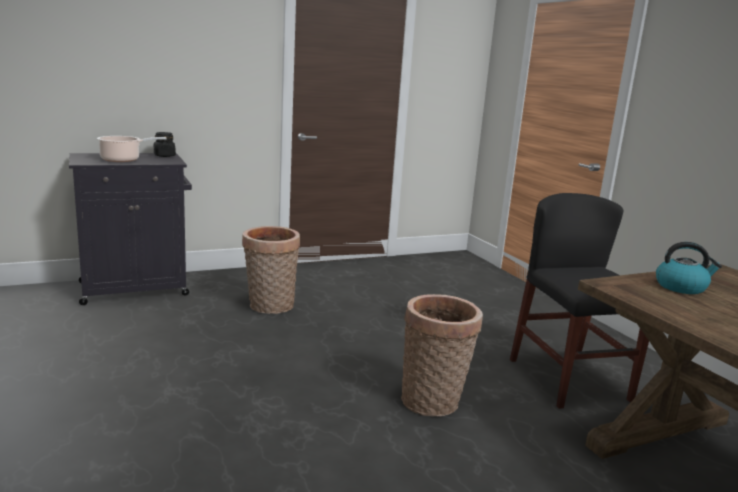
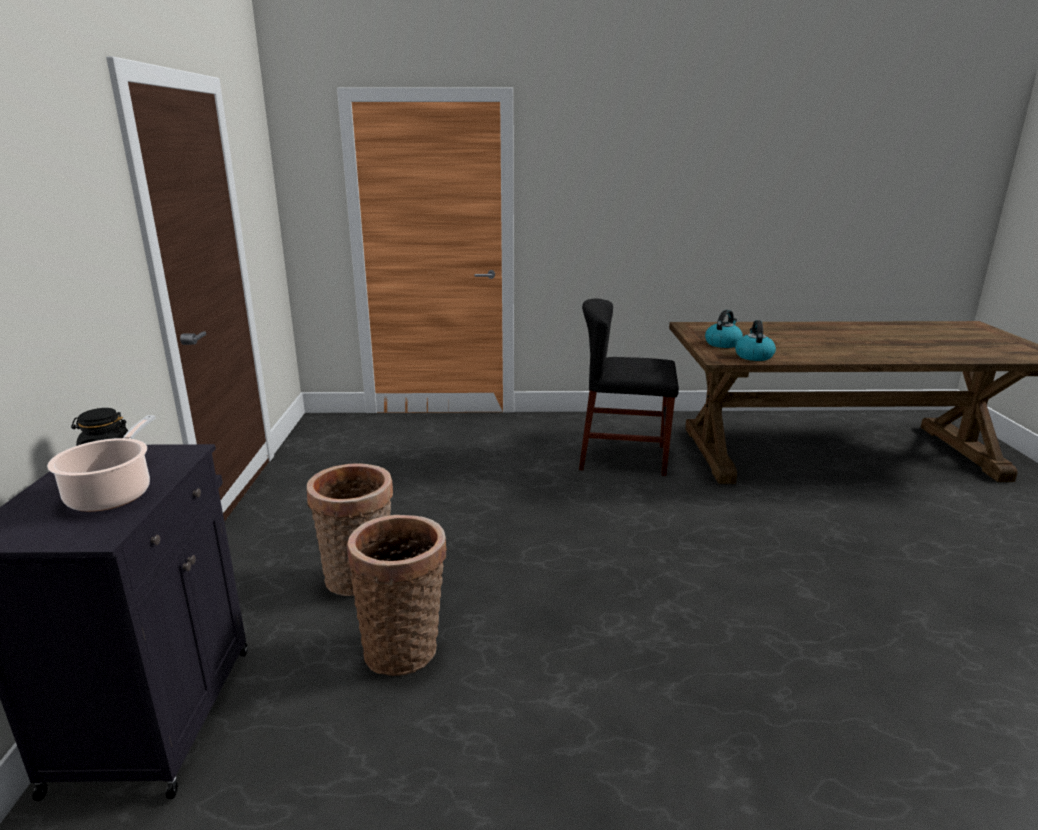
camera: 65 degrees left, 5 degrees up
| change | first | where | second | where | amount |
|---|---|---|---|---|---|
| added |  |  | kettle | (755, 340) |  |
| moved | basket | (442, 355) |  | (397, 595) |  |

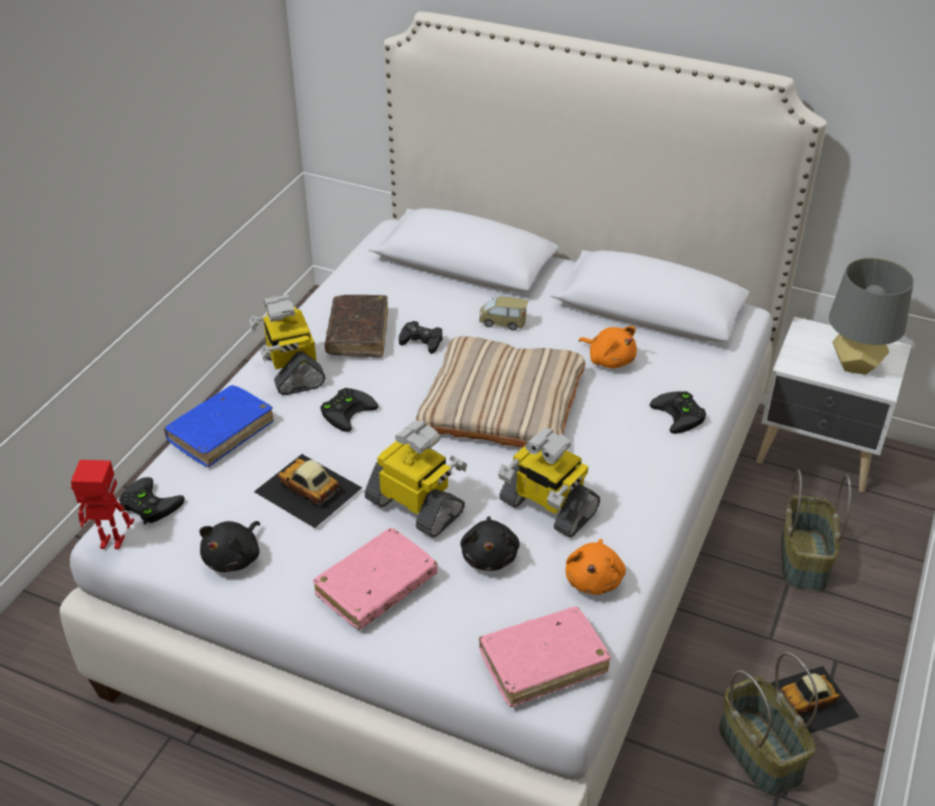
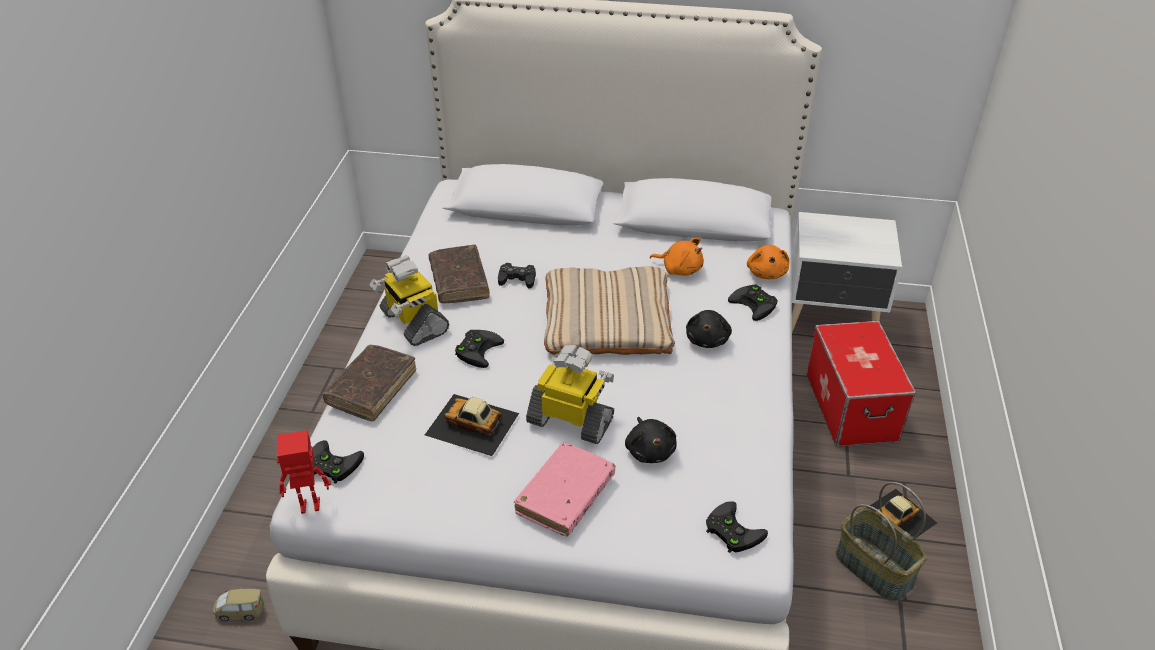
camera: 15 degrees left, 0 degrees up
| change | first | where | second | where | amount |
|---|---|---|---|---|---|
| removed | toy robot | (549, 483) |  |  |  |
| removed | table lamp in grey | (871, 316) |  |  |  |
| moved | plush toy in black | (229, 546) |  | (709, 329) |  |
| moved | toy car | (503, 314) |  | (238, 605) |  |
| moved | plush toy in orange | (596, 567) |  | (768, 262) |  |
| replaced | book in pink | (545, 656) | game controller in black | (737, 527) |  |
| replaced | basket | (816, 530) | storage box | (861, 384) |  |
| recoloured | book in blue | (218, 426) | book in brown | (369, 383) |  |

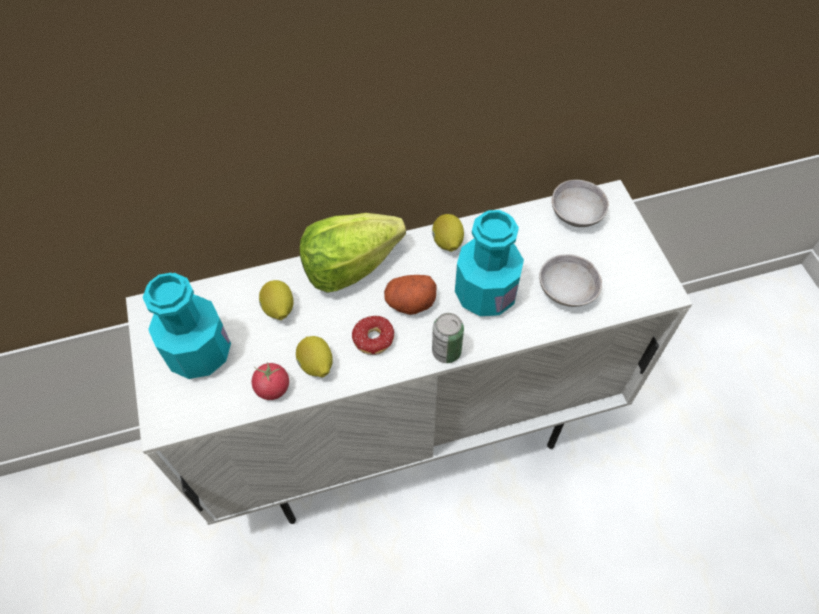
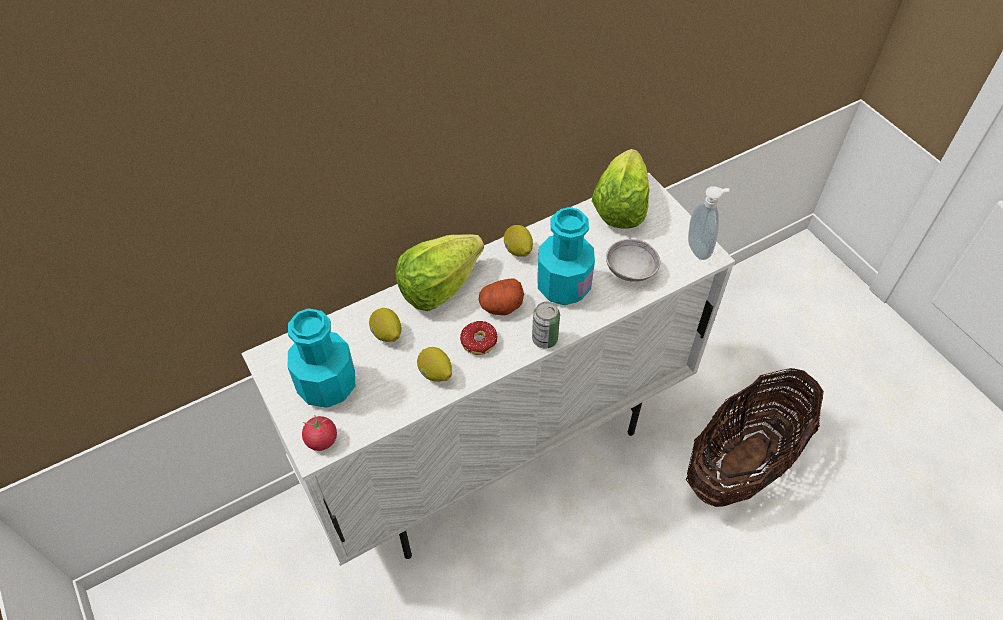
camera: 15 degrees left, 5 degrees down
| change | first | where | second | where | amount |
|---|---|---|---|---|---|
| added |  |  | basket | (755, 437) |  |
| added |  |  | soap dispenser | (709, 223) |  |
| moved | tomato | (270, 381) |  | (319, 433) |  |
| replaced | bowl in grey | (580, 203) | lettuce | (621, 188) |  |

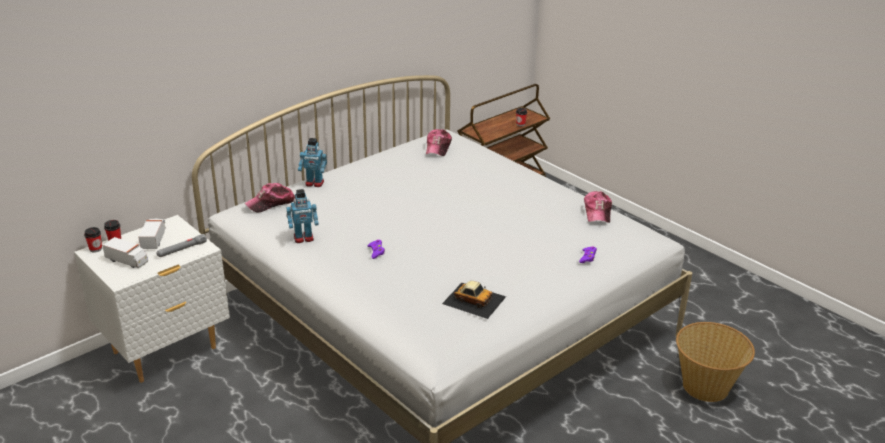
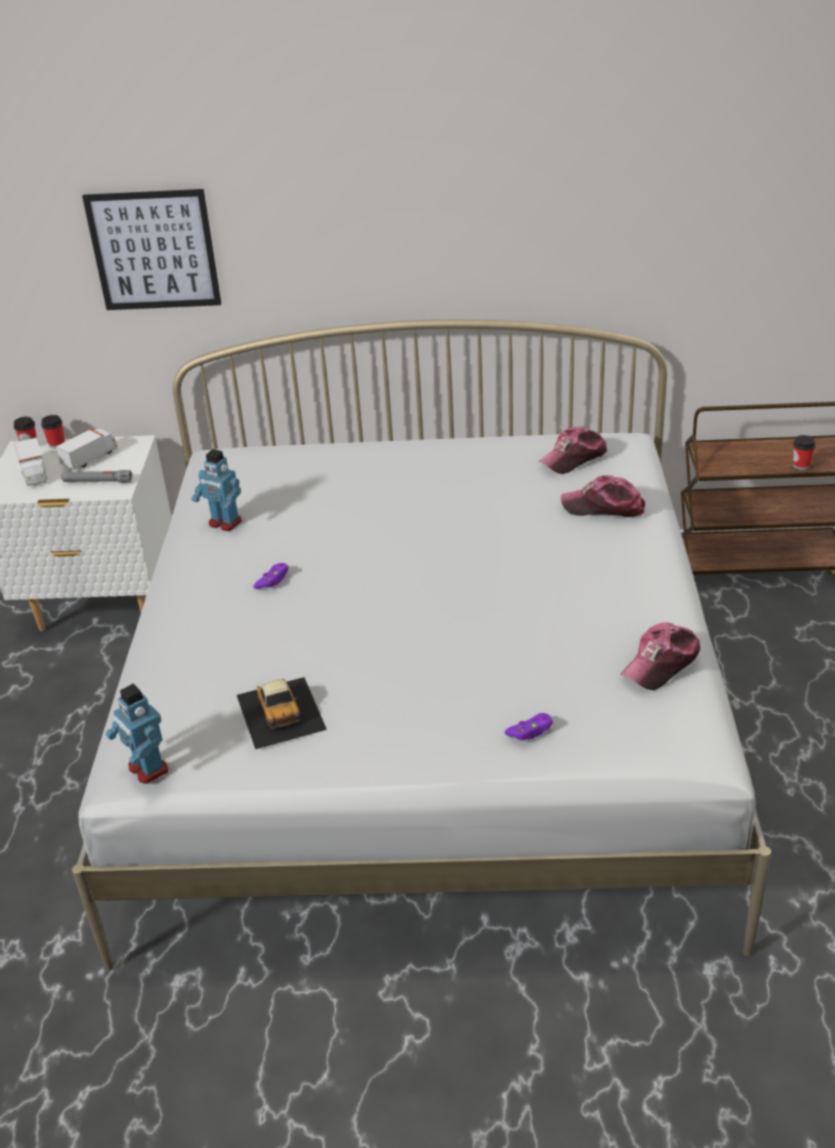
camera: 45 degrees right, 5 degrees up
| change | first | where | second | where | amount |
|---|---|---|---|---|---|
| removed | basket | (715, 362) |  |  |  |
| added |  |  | picture | (151, 249) |  |
| moved | cap | (270, 197) |  | (603, 496) |  |
| moved | toy robot | (312, 162) |  | (137, 734) |  |

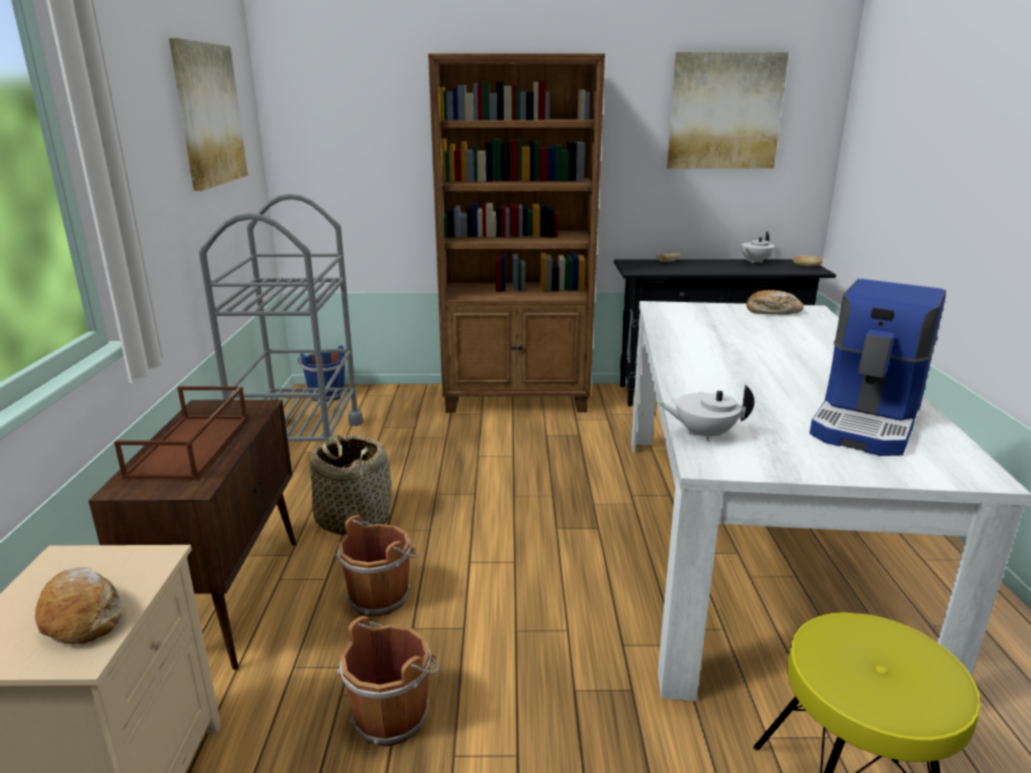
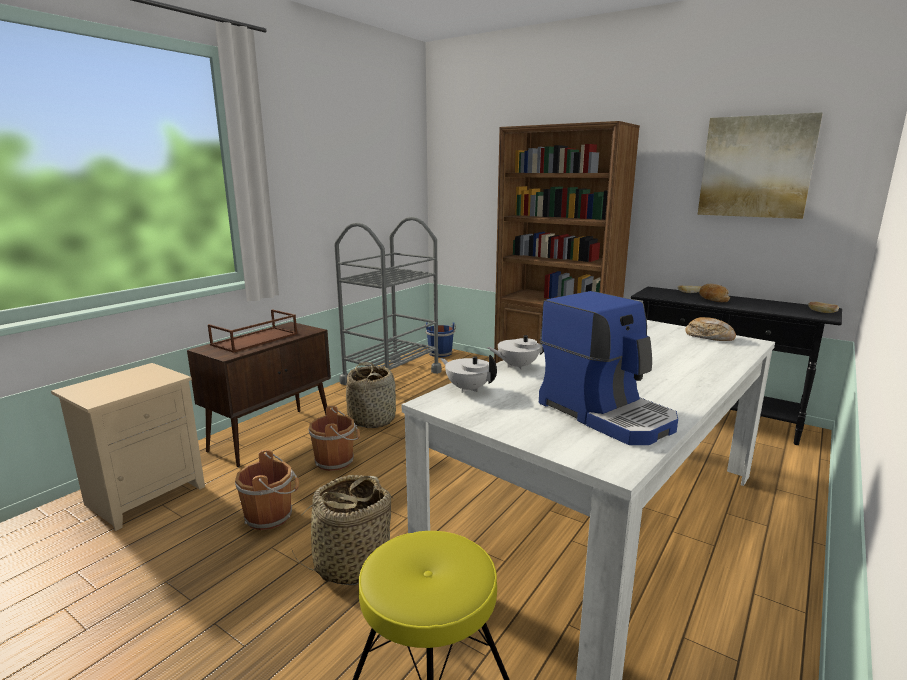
camera: 35 degrees right, 5 degrees down
| change | first | where | second | where | amount |
|---|---|---|---|---|---|
| removed | picture | (208, 114) |  |  |  |
| added |  |  | basket | (345, 530) |  |
| moved | bread | (79, 606) |  | (714, 293) |  |
| moved | teapot in white | (757, 247) |  | (515, 350) |  |
| turned | coffee machine | (878, 367) |  | (608, 368) | 105 degrees counterclockwise |

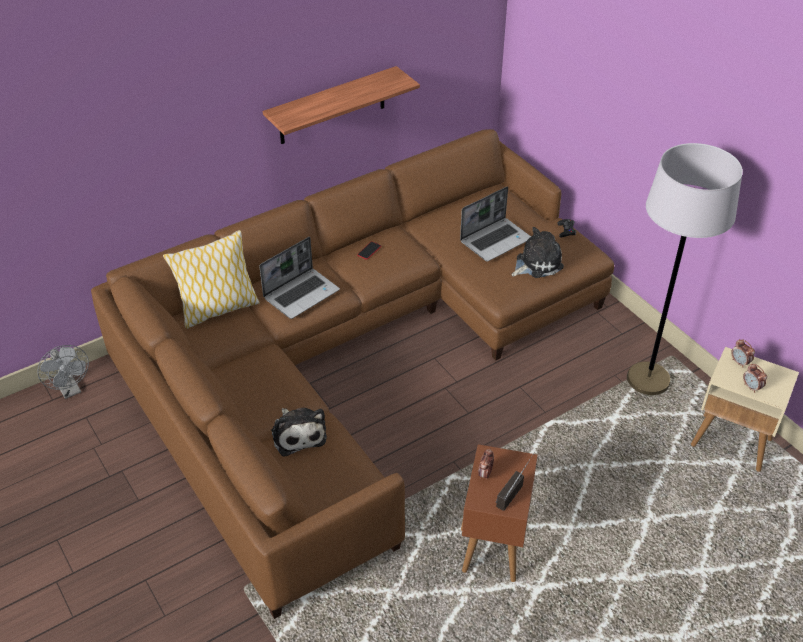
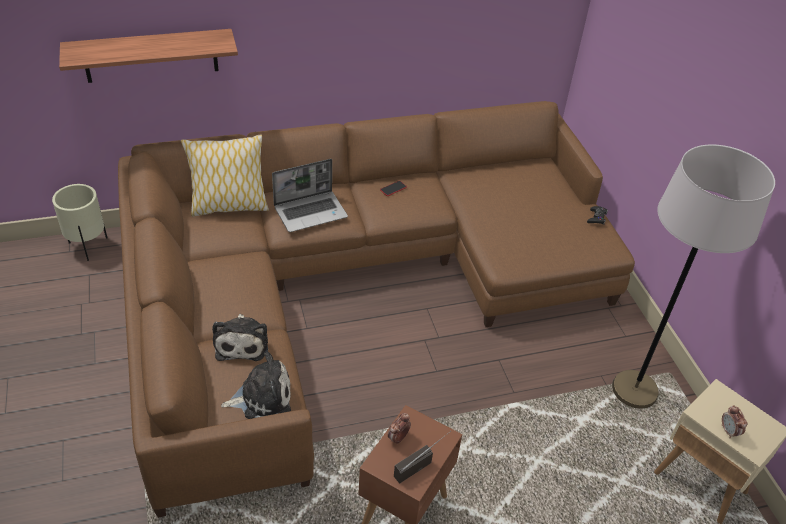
camera: 15 degrees right, 0 degrees up
| change | first | where | second | where | amount |
|---|---|---|---|---|---|
| removed | laptop | (495, 224) |  |  |  |
| removed | alarm clock | (743, 353) |  |  |  |
| moved | shelf | (341, 105) |  | (148, 56) |  |
| moved | plush toy | (537, 252) |  | (256, 385) |  |
| replaced | fan in grey | (63, 372) | planter in beige | (79, 222) |  |

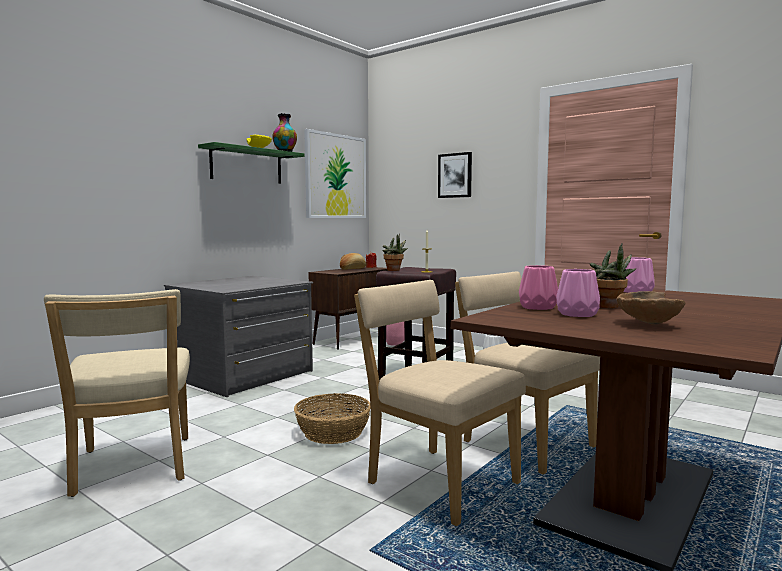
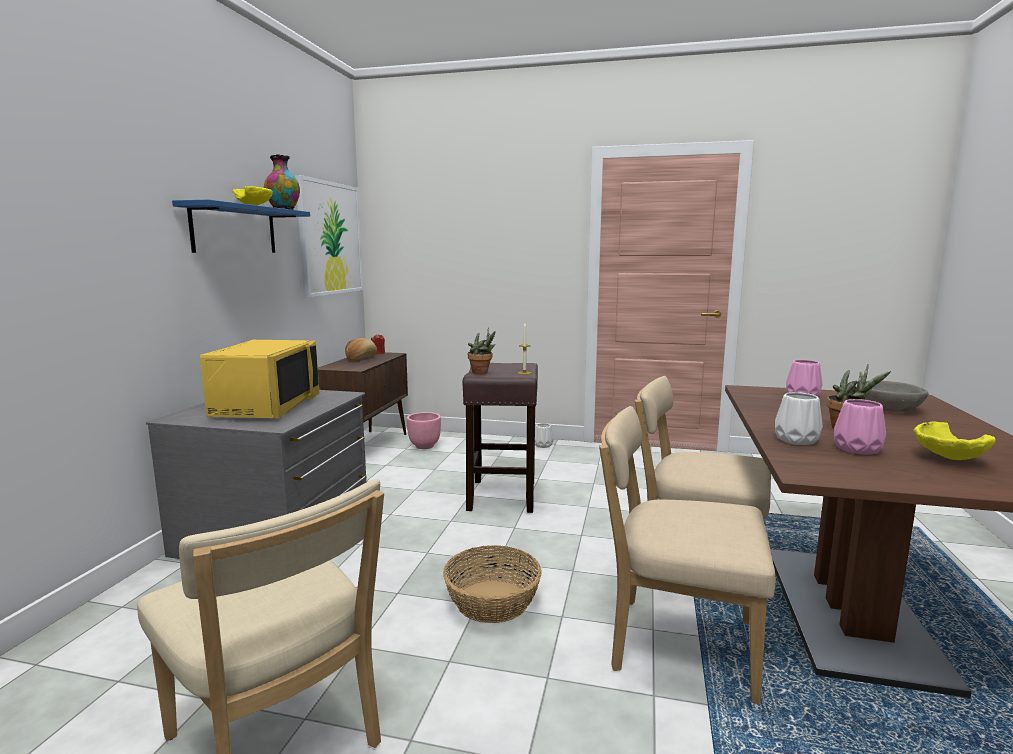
camera: 25 degrees left, 5 degrees up
| change | first | where | second | where | amount |
|---|---|---|---|---|---|
| removed | picture | (455, 175) |  |  |  |
| added |  |  | microwave in yellow | (260, 379) |  |
| added |  |  | bowl in grey | (892, 396) |  |
| recoloured | shelf in green | (251, 163) | shelf in blue | (241, 226) |  |
| recoloured | vase in pink | (538, 287) | vase in white | (799, 418) |  |
| recoloured | bowl in brown | (651, 308) | bowl in yellow | (954, 441) |  |

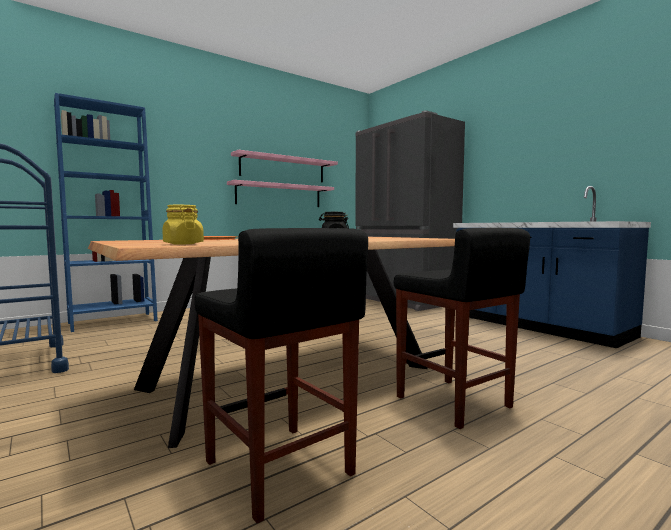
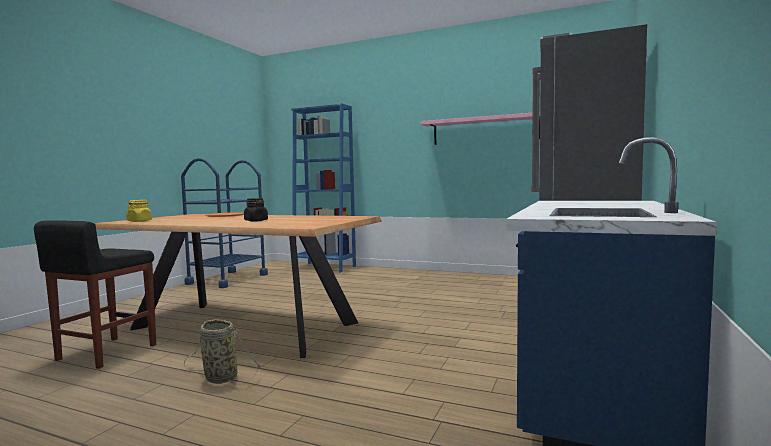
camera: 60 degrees right, 0 degrees up
| change | first | where | second | where | amount |
|---|---|---|---|---|---|
| removed | shelf in pink | (280, 193) |  |  |  |
| replaced | stool in black | (462, 328) | basket | (222, 352) |  |

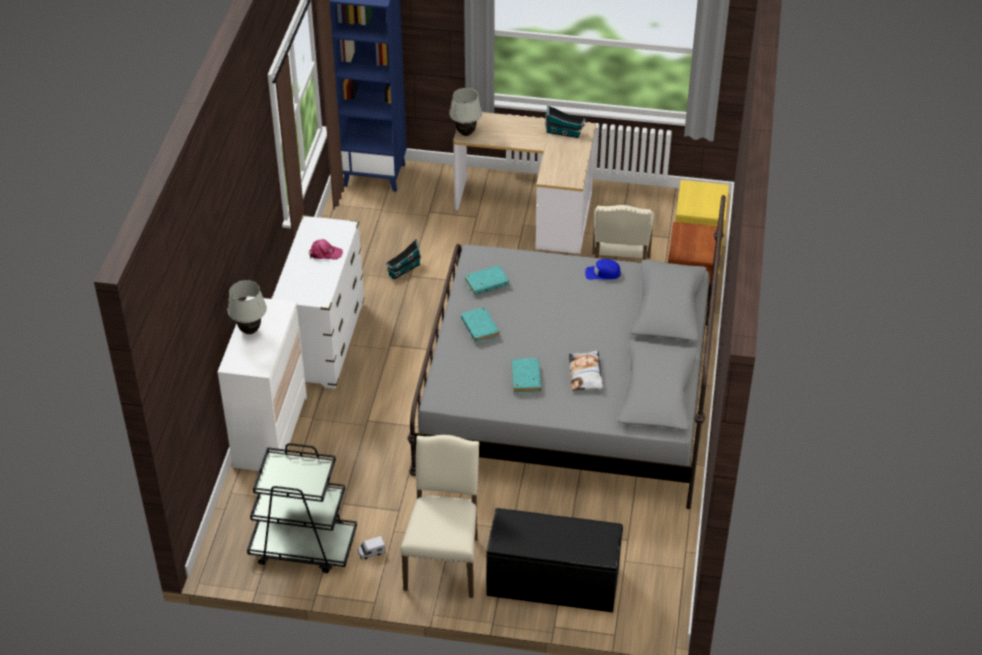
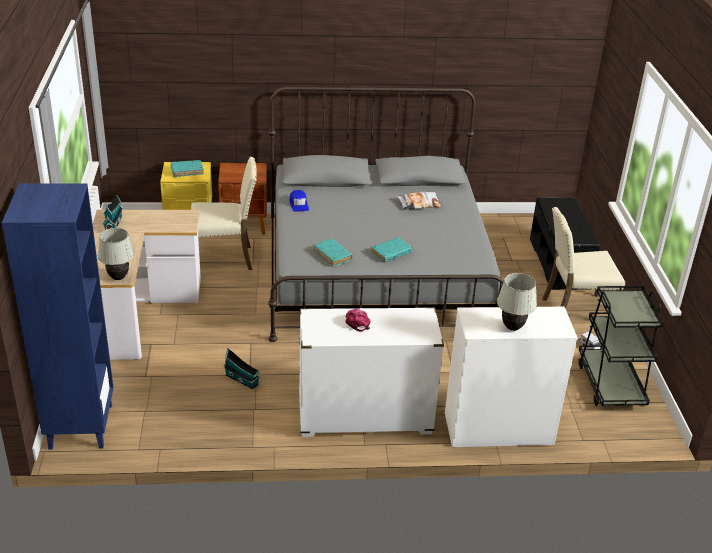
camera: 105 degrees left, 10 degrees down
| change | first | where | second | where | amount |
|---|---|---|---|---|---|
| moved | book in turquoise | (526, 376) |  | (187, 168) |  |

